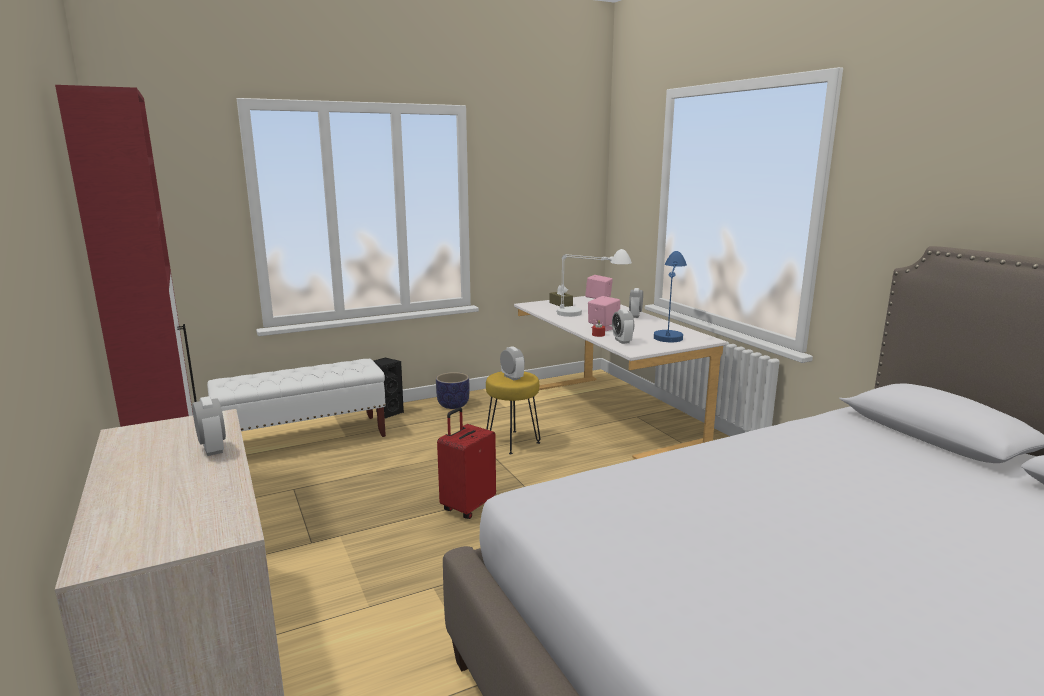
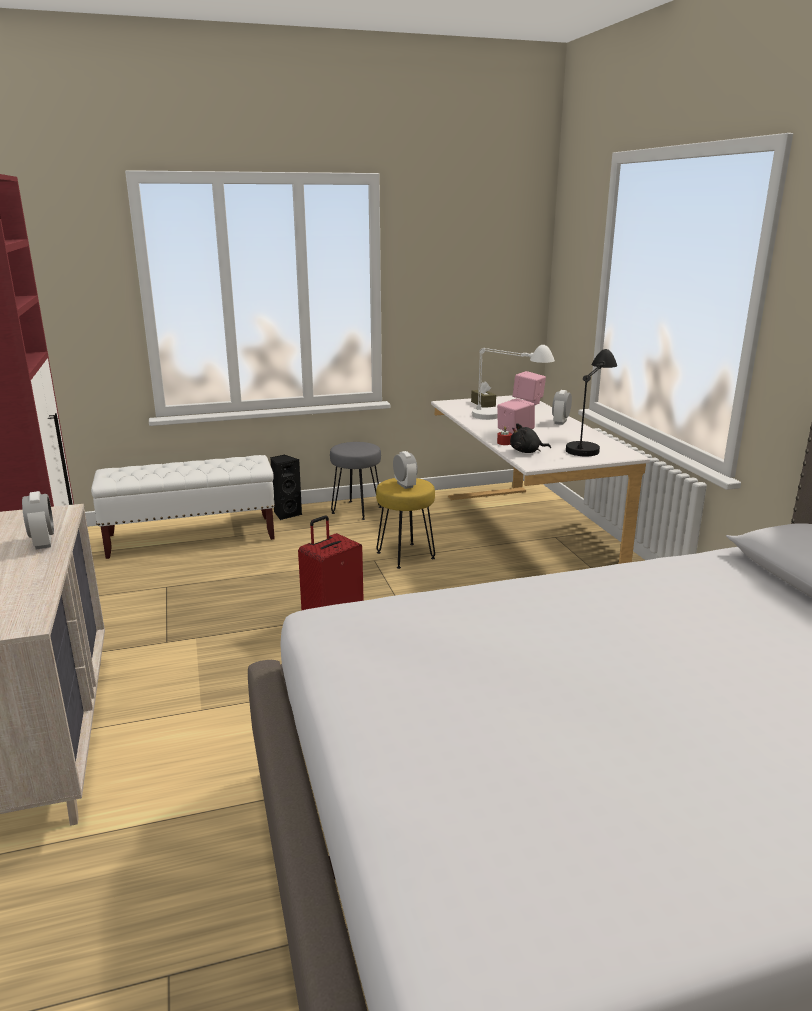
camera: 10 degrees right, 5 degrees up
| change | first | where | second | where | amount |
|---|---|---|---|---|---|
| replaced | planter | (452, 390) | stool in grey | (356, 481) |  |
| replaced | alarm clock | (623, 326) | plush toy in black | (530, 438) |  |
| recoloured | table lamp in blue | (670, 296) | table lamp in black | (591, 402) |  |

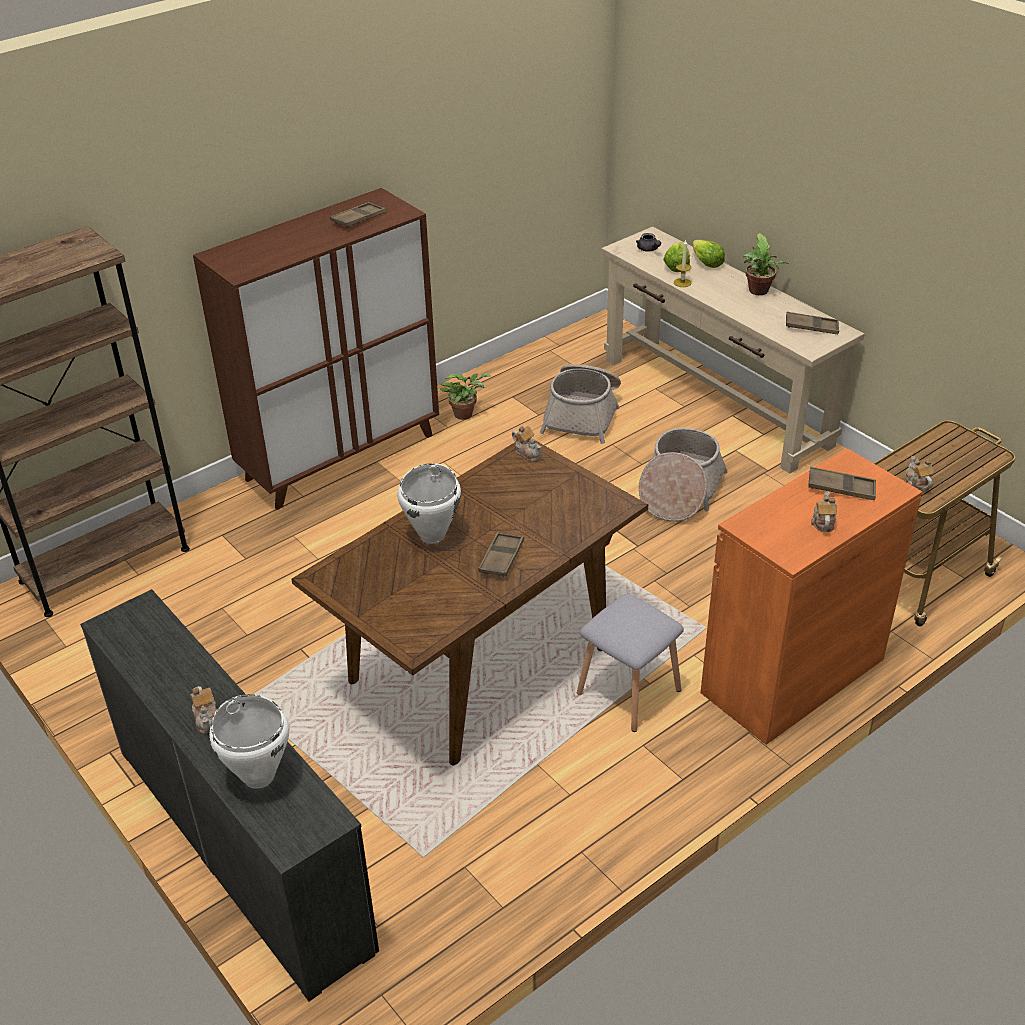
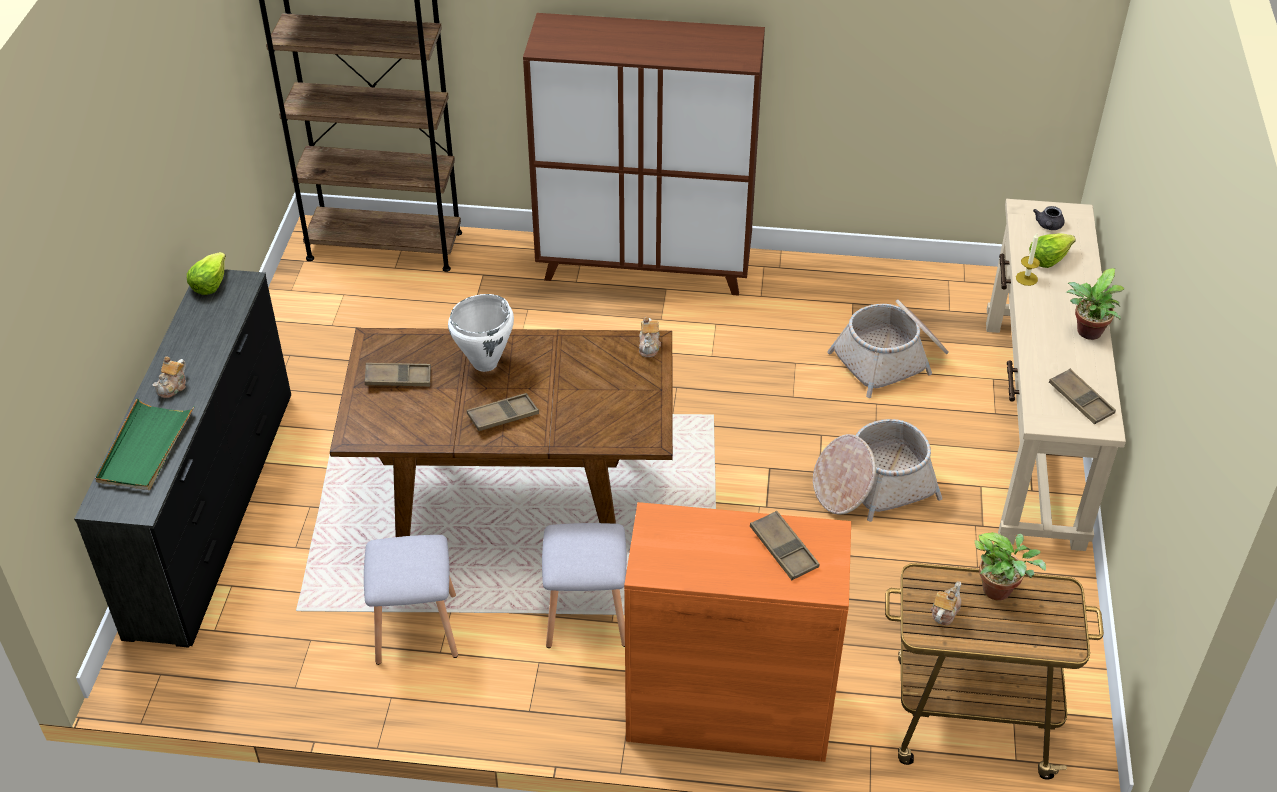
camera: 45 degrees right, 5 degrees up
| change | first | where | second | where | amount |
|---|---|---|---|---|---|
| removed | teapot | (824, 511) |  |  |  |
| added |  |  | stool in grey | (411, 600) |  |
| moved | tray in brown | (358, 215) |  | (398, 375) |  |
| moved | potted plant | (465, 396) |  | (1010, 566) |  |
| moved | lettuce | (708, 254) |  | (206, 273) |  |
| replaced | cooking pot in white | (249, 741) | tray in green | (145, 444) |  |

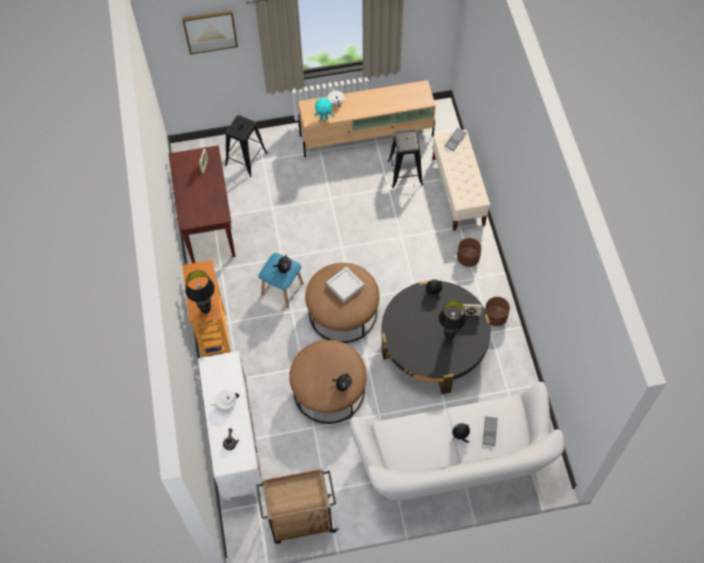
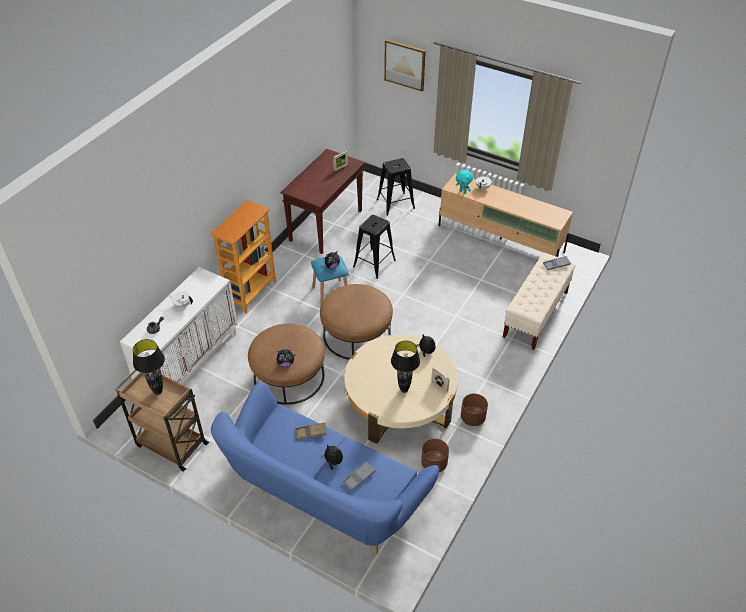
camera: 40 degrees right, 15 degrees down
| change | first | where | second | where | amount |
|---|---|---|---|---|---|
| removed | tray in grey | (345, 285) |  |  |  |
| added |  |  | tray in brown | (310, 430) |  |
| moved | table lamp in black | (200, 292) |  | (149, 367) |  |
| moved | stool in black | (405, 159) |  | (374, 247) |  |
| moved | planter in brown | (469, 252) |  | (435, 455) |  |
| recoloured | sofa in white | (457, 441) | sofa in blue | (325, 468) |  |
| recoloured | coffee table in black | (436, 337) | coffee table in beige | (401, 389) |  |

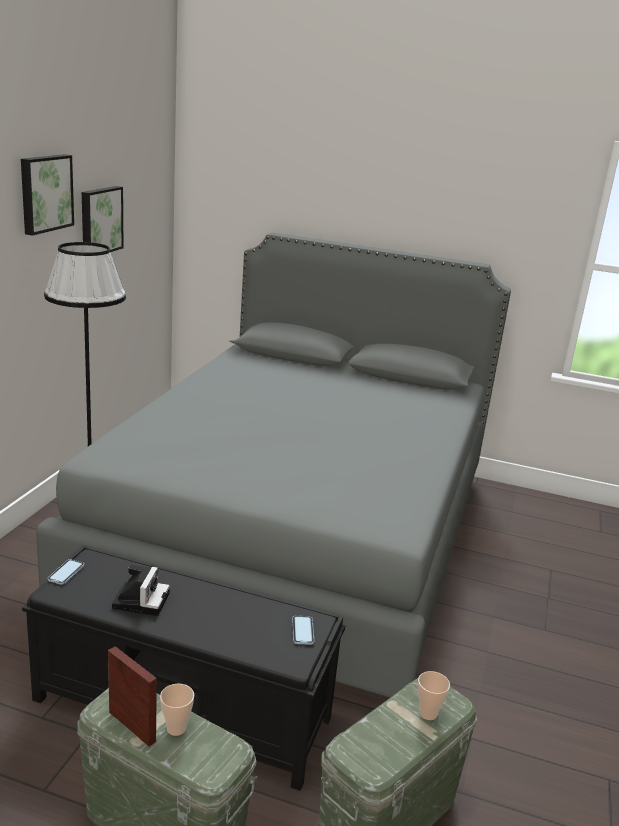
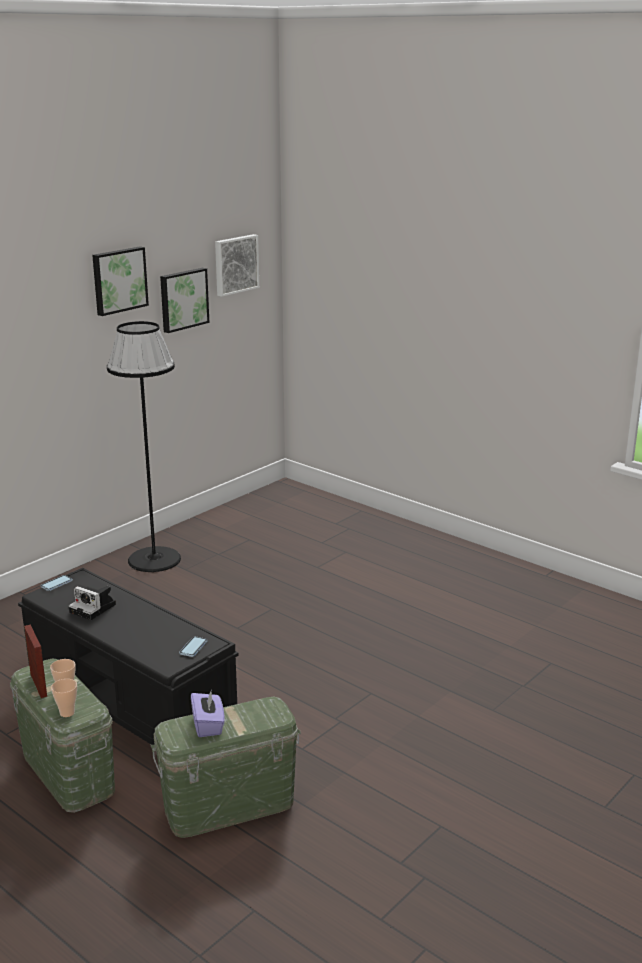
camera: 25 degrees right, 0 degrees up
| change | first | where | second | where | amount |
|---|---|---|---|---|---|
| removed | bed in grey | (273, 466) |  |  |  |
| added |  |  | tissue box in purple | (208, 713) |  |
| added |  |  | picture | (237, 265) |  |
| moved | cup | (434, 695) |  | (64, 698) |  |
| turned | photo camera | (141, 590) |  | (92, 603) | 90 degrees clockwise |

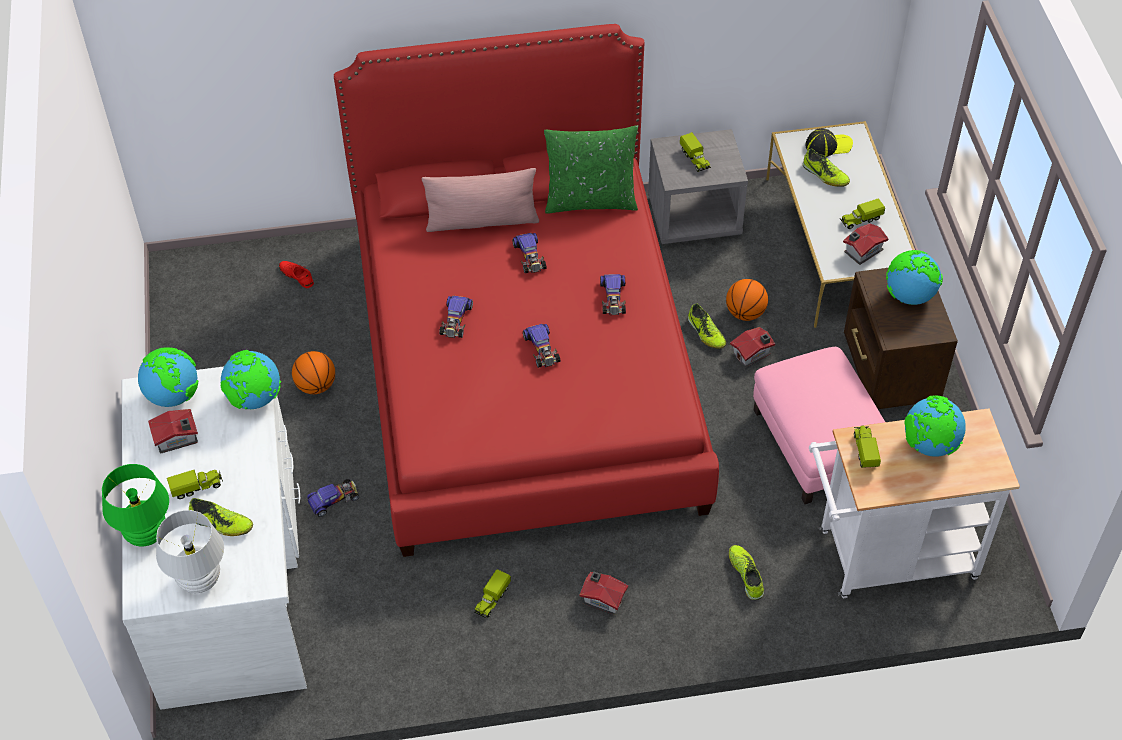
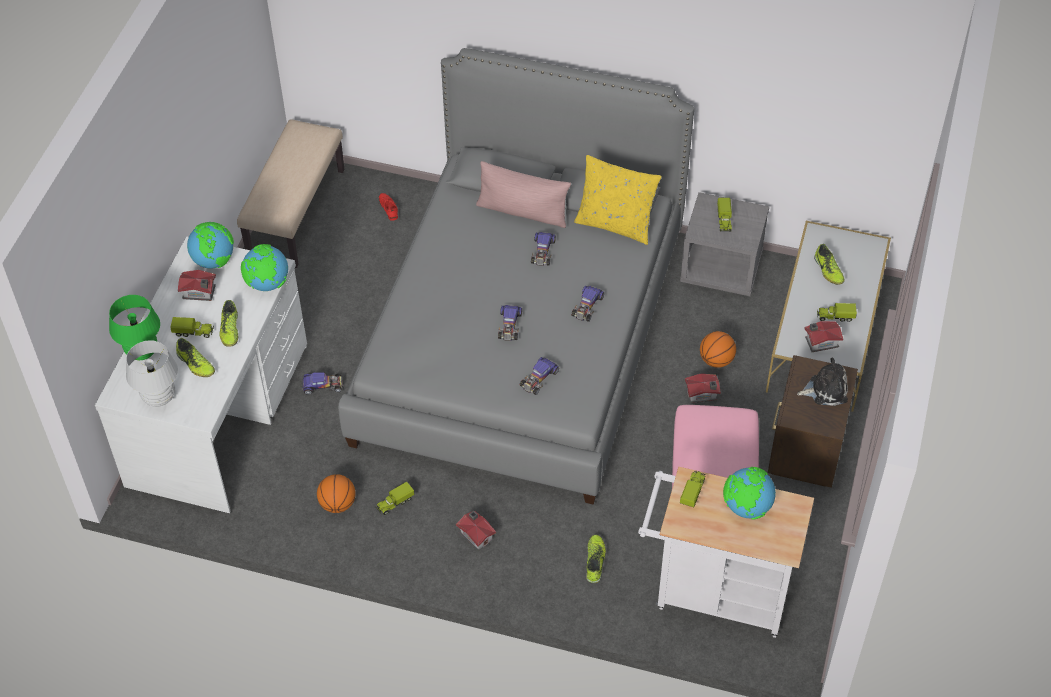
camera: 25 degrees right, 0 degrees up
| change | first | where | second | where | amount |
|---|---|---|---|---|---|
| removed | cap | (829, 142) |  |  |  |
| added |  |  | bench in beige | (290, 193) |  |
| moved | basketball | (313, 372) |  | (336, 493) |  |
| moved | toy car | (456, 317) |  | (539, 376) |  |
| moved | shoe | (707, 326) |  | (229, 323) |  |
| replaced | globe | (914, 277) | plush toy | (822, 382) |  |
| recoloured | bed in red | (526, 290) | bed in grey | (516, 276) |  |
| recoloured | pillow in green | (591, 169) | pillow in yellow | (618, 200) |  |

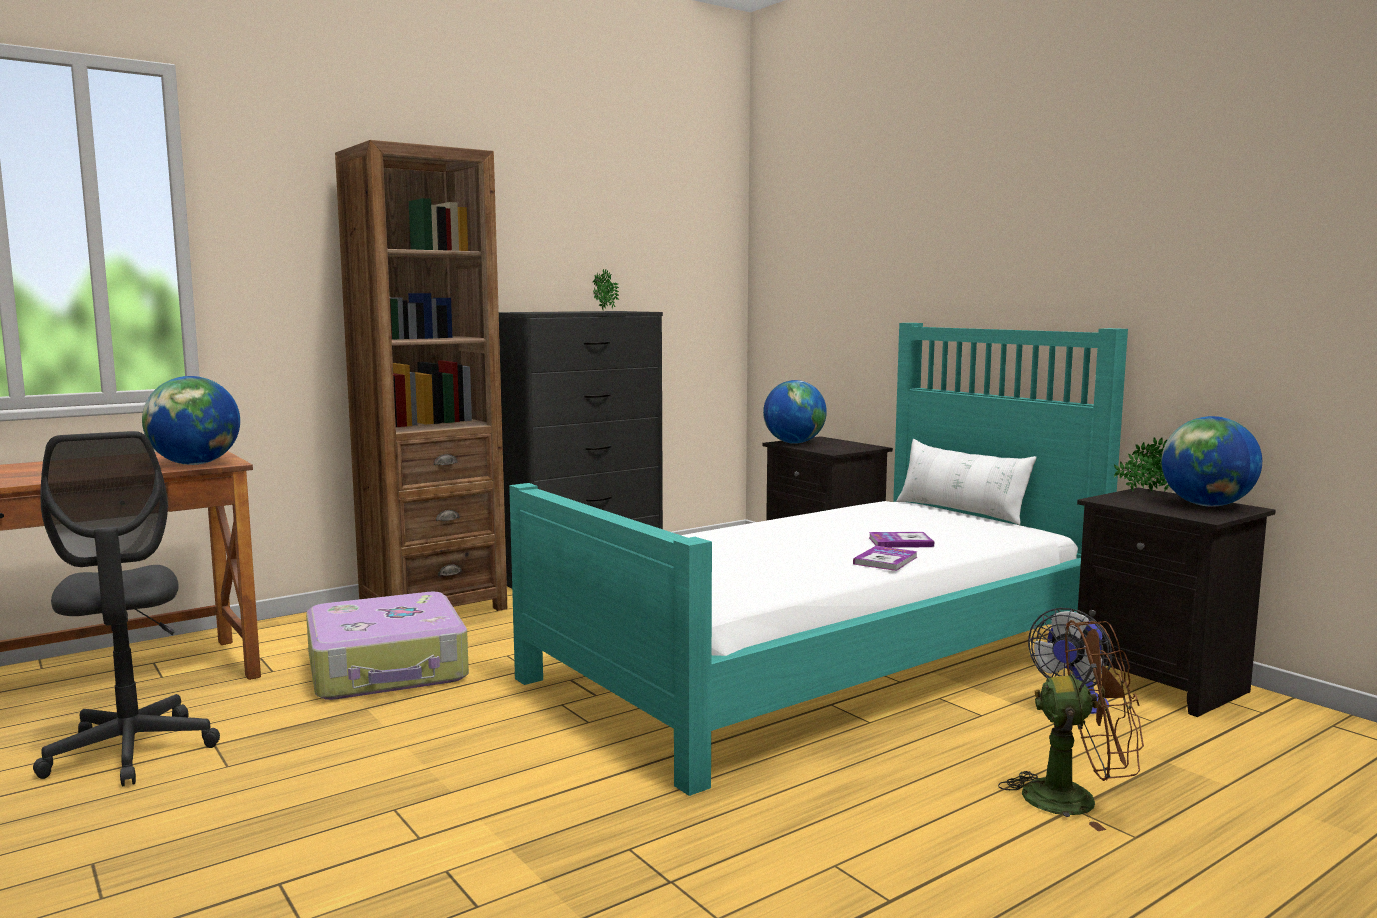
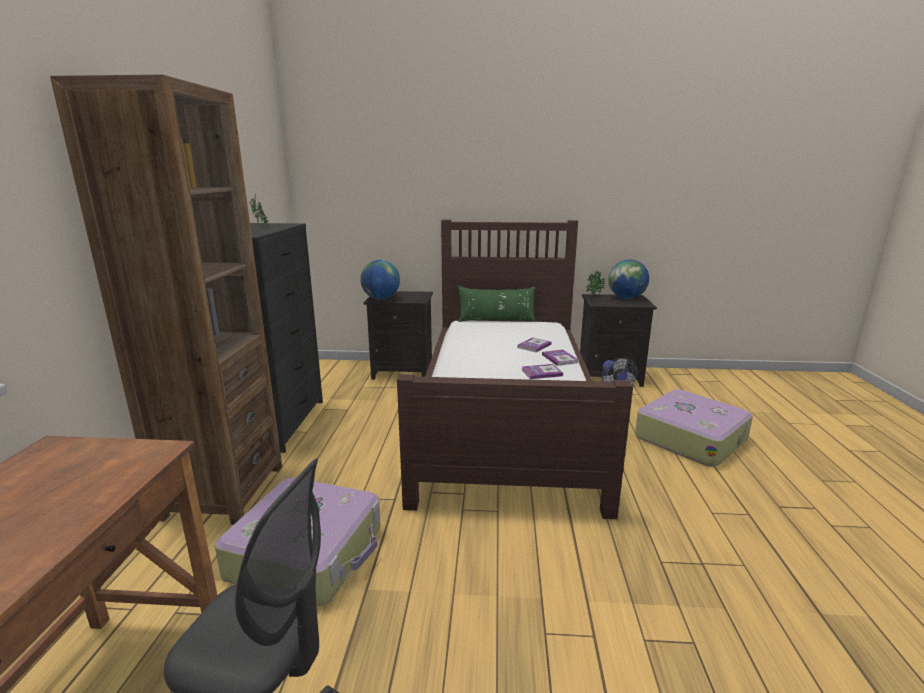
camera: 50 degrees left, 10 degrees up
| change | first | where | second | where | amount |
|---|---|---|---|---|---|
| removed | globe | (191, 420) |  |  |  |
| added |  |  | book | (542, 371) |  |
| replaced | fan in brown | (1071, 725) | suitcase | (694, 428) |  |
| recoloured | bed in turquoise | (818, 559) | bed in brown | (515, 369) |  |
| recoloured | pillow in white | (966, 482) | pillow in green | (497, 304) |  |

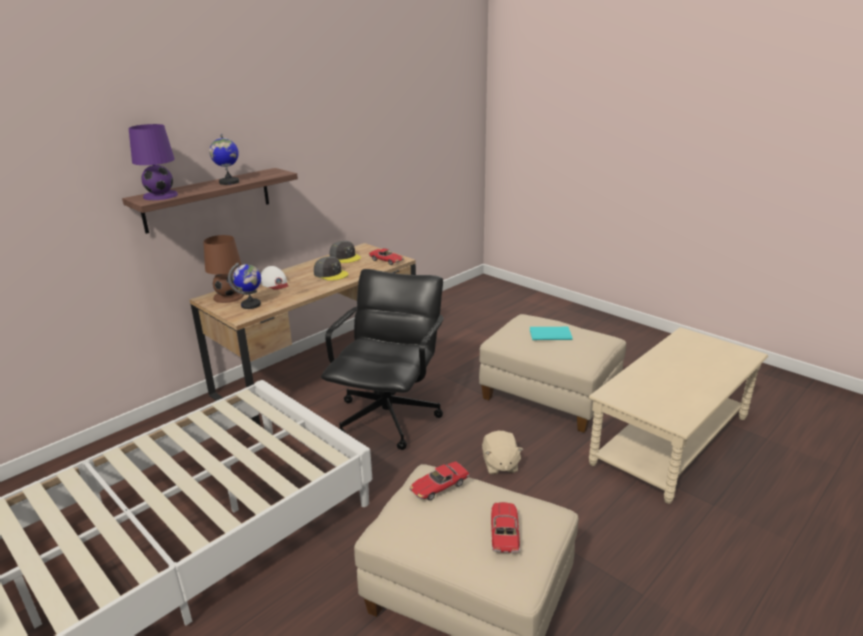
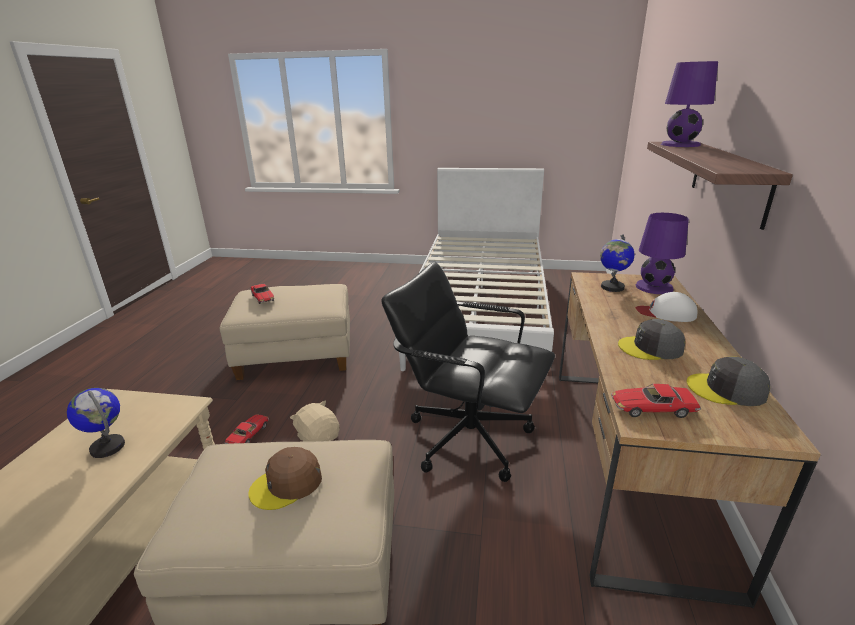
camera: 145 degrees right, 0 degrees up
| change | first | where | second | where | amount |
|---|---|---|---|---|---|
| moved | globe | (224, 159) |  | (96, 423) |  |
| moved | toy car | (439, 481) |  | (246, 429) |  |
| replaced | book in turquoise | (551, 333) | cap in brown | (285, 478) |  |
| recoloured | table lamp in brown | (223, 269) | table lamp in purple | (662, 253) |  |
| turned | office chair in black | (382, 359) |  | (468, 372) | 135 degrees clockwise |

